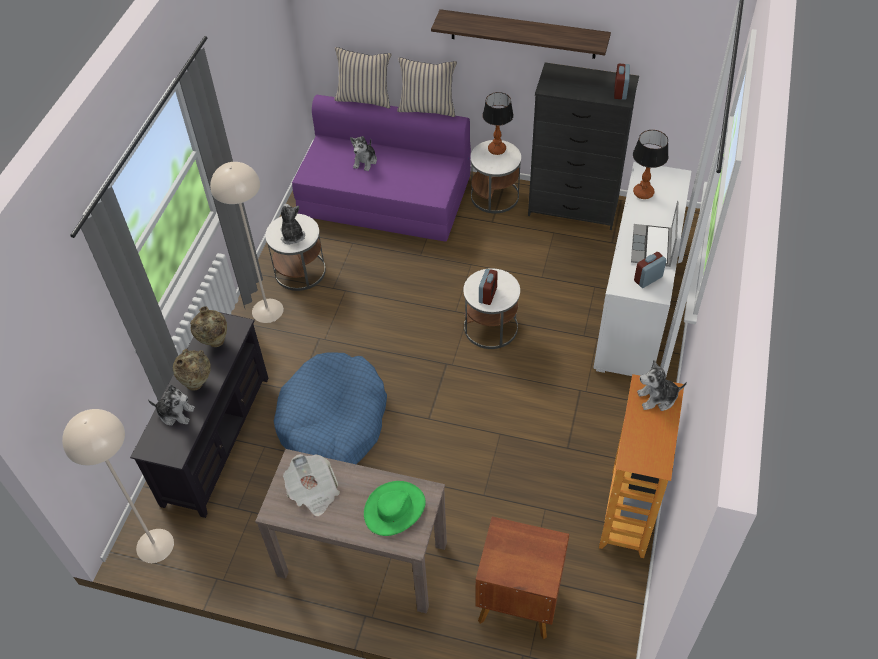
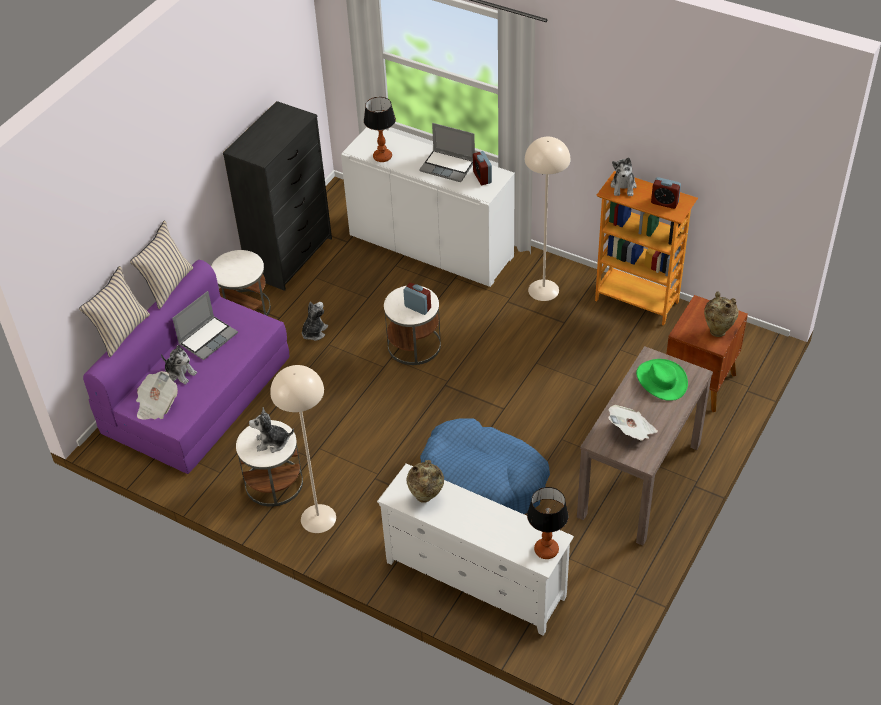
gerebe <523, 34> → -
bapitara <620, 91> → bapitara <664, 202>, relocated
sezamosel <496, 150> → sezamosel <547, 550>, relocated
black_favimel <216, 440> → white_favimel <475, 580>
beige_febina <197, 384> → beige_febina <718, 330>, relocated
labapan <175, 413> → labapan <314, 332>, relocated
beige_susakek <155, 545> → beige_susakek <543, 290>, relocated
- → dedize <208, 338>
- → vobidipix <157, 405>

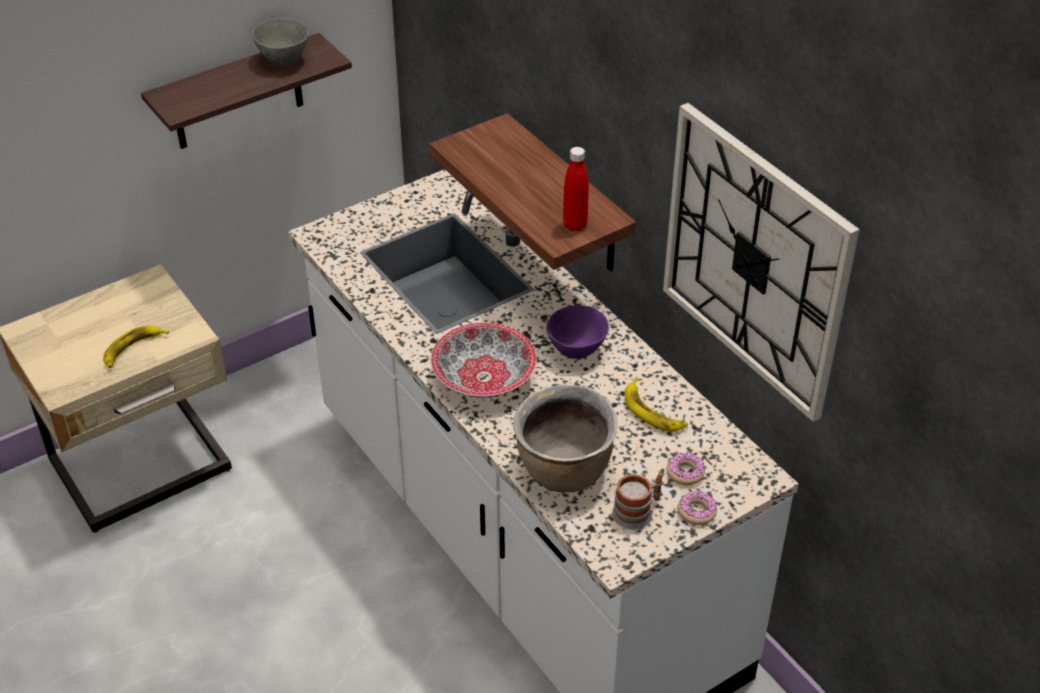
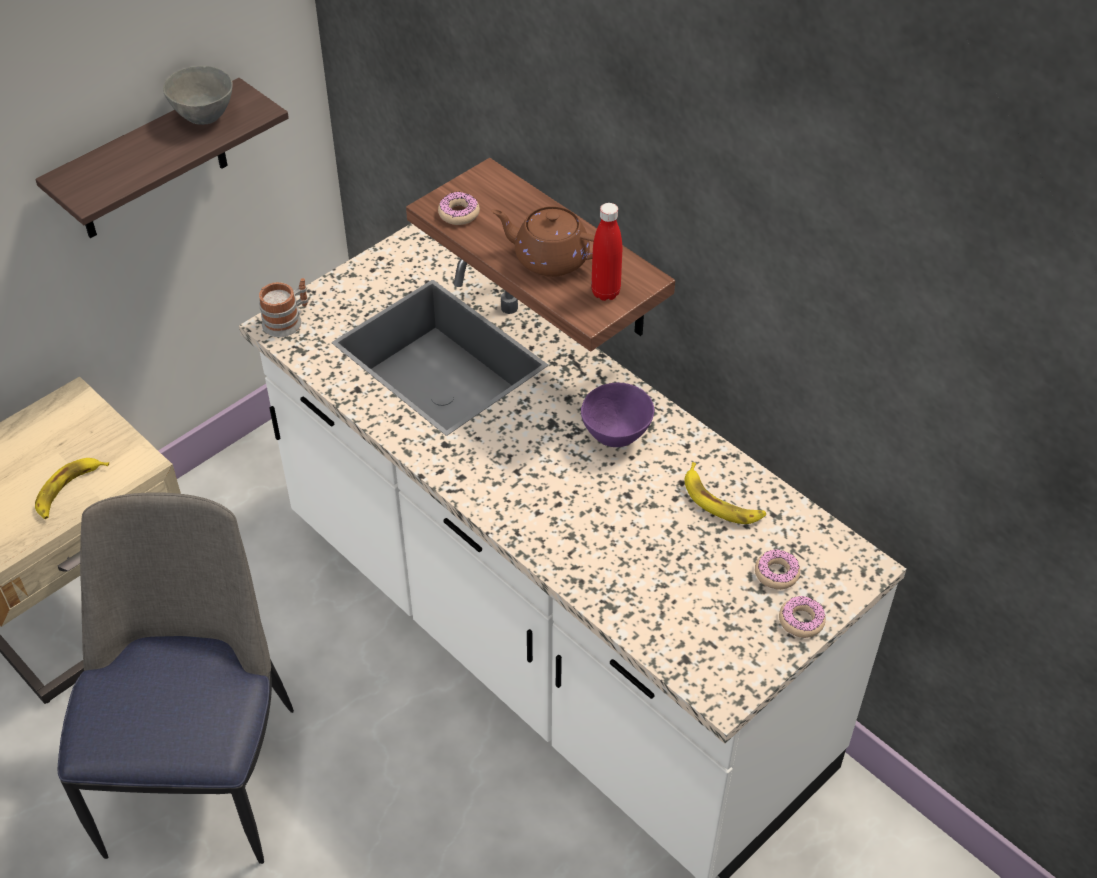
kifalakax <755, 261> → -
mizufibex <484, 378> → -
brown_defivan <564, 472> → -
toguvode <638, 511> → toguvode <287, 320>, relocated
- → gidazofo <459, 214>
- → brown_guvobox <549, 258>
- → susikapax <202, 774>

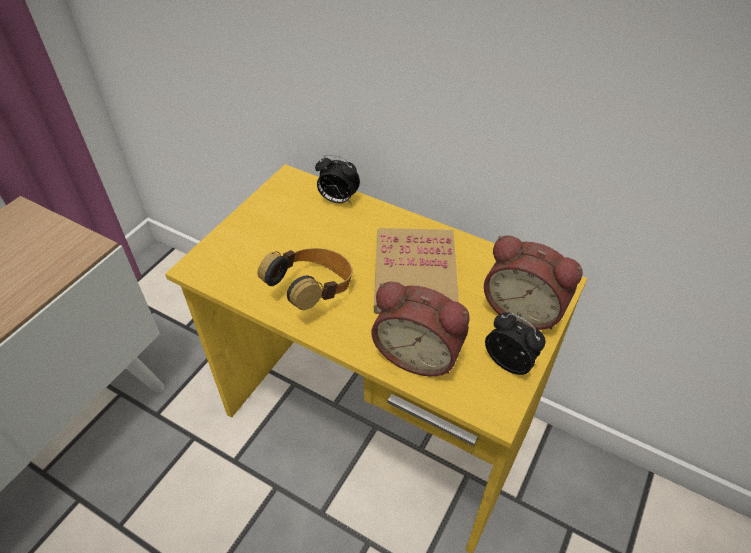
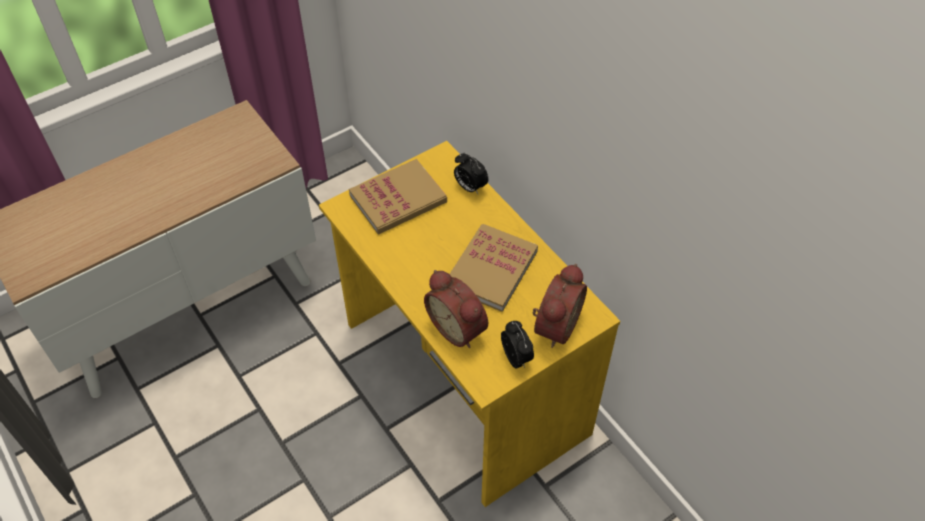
bapitara <524, 308> → bapitara <554, 325>, 120 degrees counterclockwise
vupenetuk <313, 291> → -
- → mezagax <398, 199>

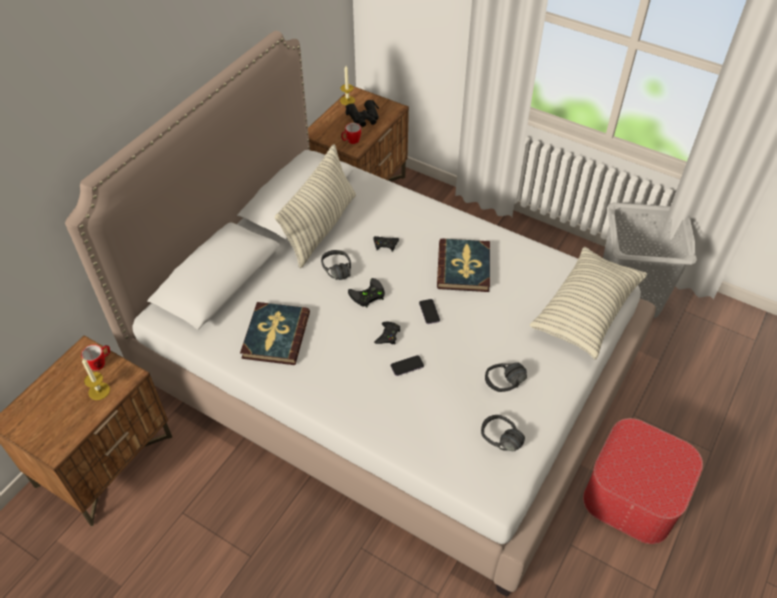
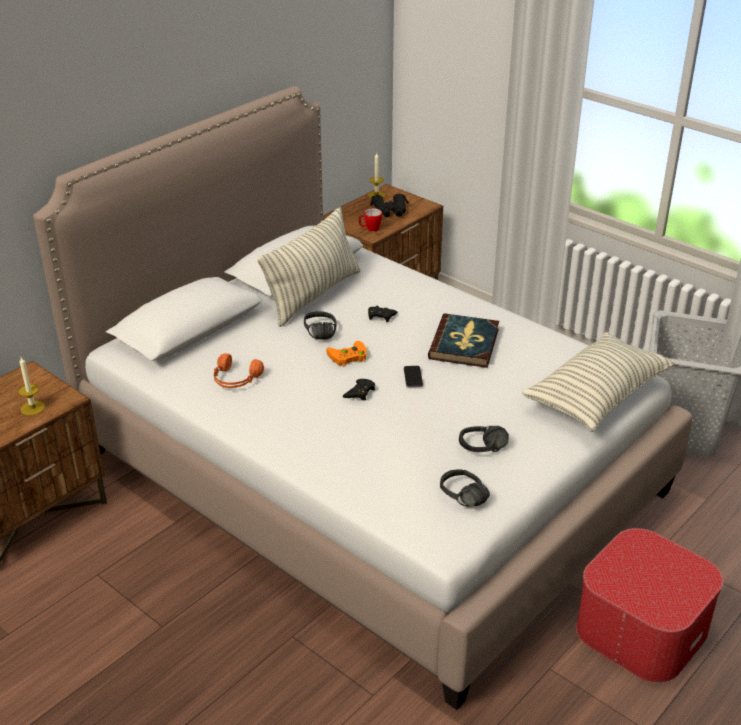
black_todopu <367, 296> → orange_todopu <347, 356>
mezagax <275, 335> → orange_vupenetuk <235, 380>
toguvode <100, 362> → -
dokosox <407, 366> → -

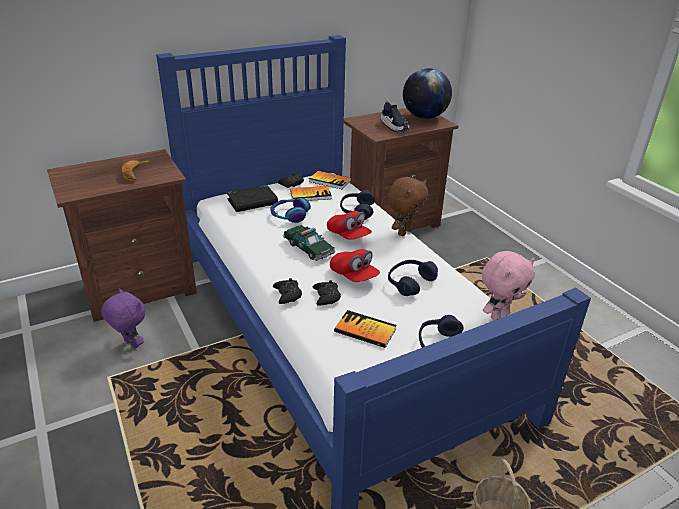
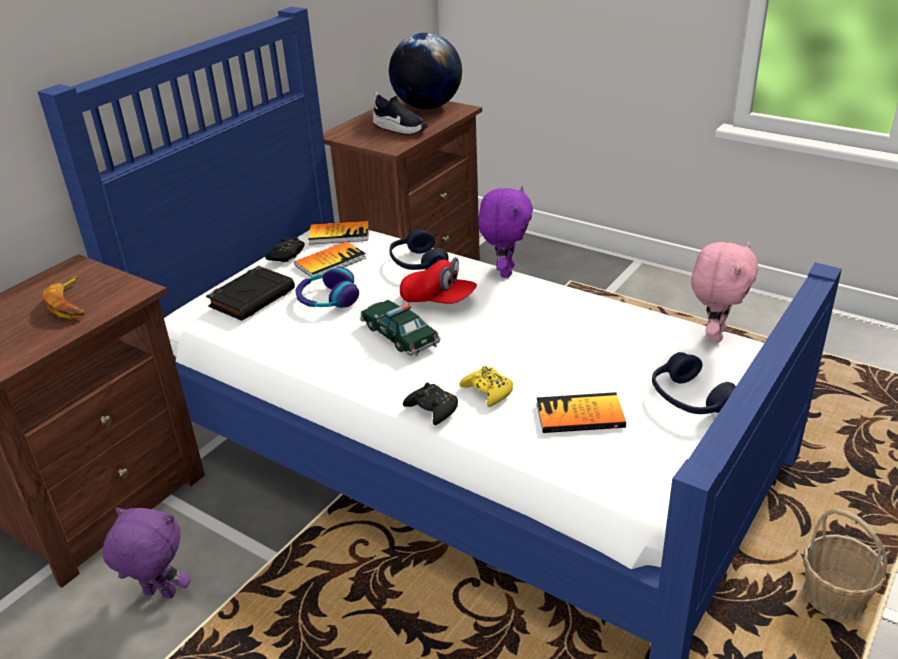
brown_labapan <404, 232> → purple_labapan <505, 271>
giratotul <308, 248> → giratotul <399, 335>, 150 degrees counterclockwise
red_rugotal <354, 276> → -
blue_vupenetuk <410, 282> → -
black_todopu <326, 296> → yellow_todopu <488, 391>

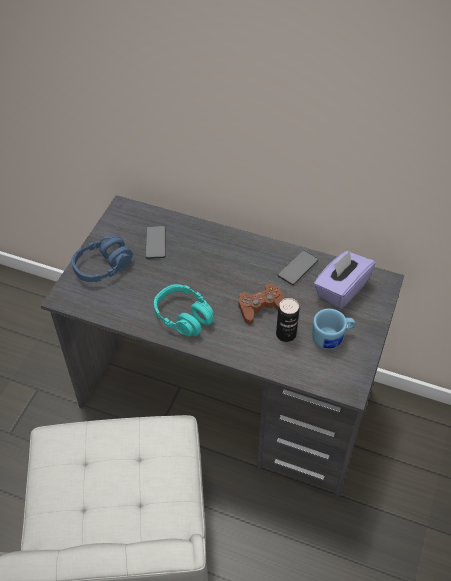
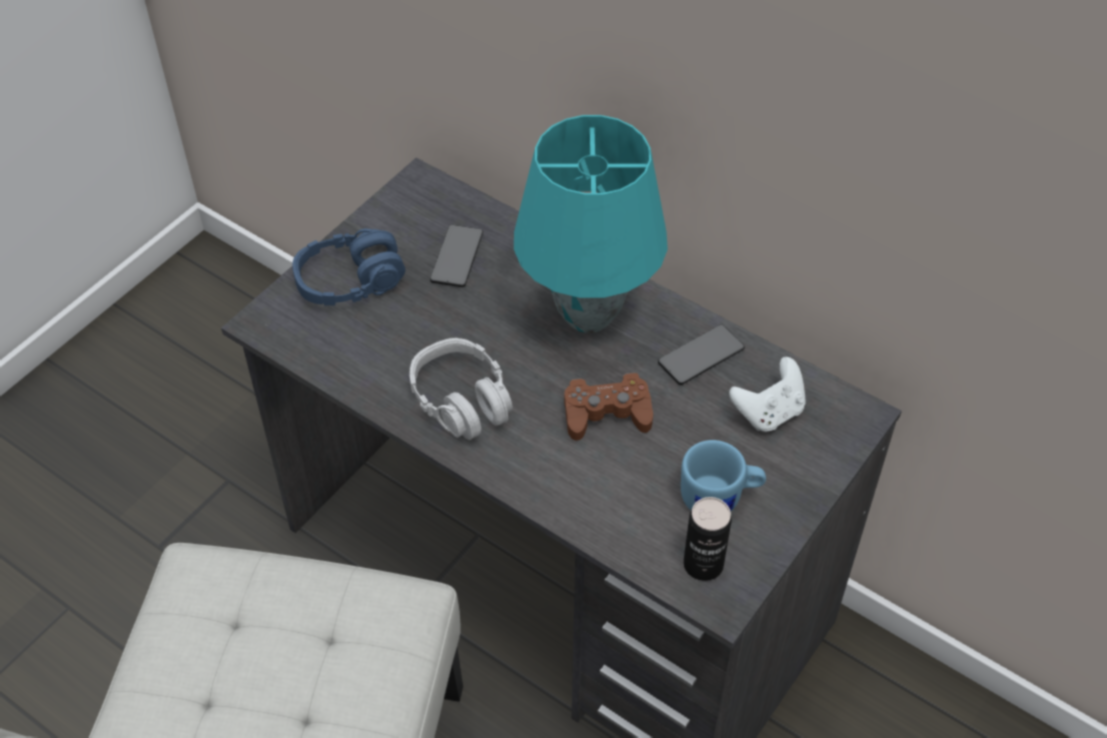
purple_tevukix <341, 289> → white_todopu <769, 412>
turquoise_vupenetuk <184, 316> → grey_vupenetuk <462, 400>
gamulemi <286, 334> → gamulemi <703, 564>, relocated
- → turquoise_sezamosel <586, 315>

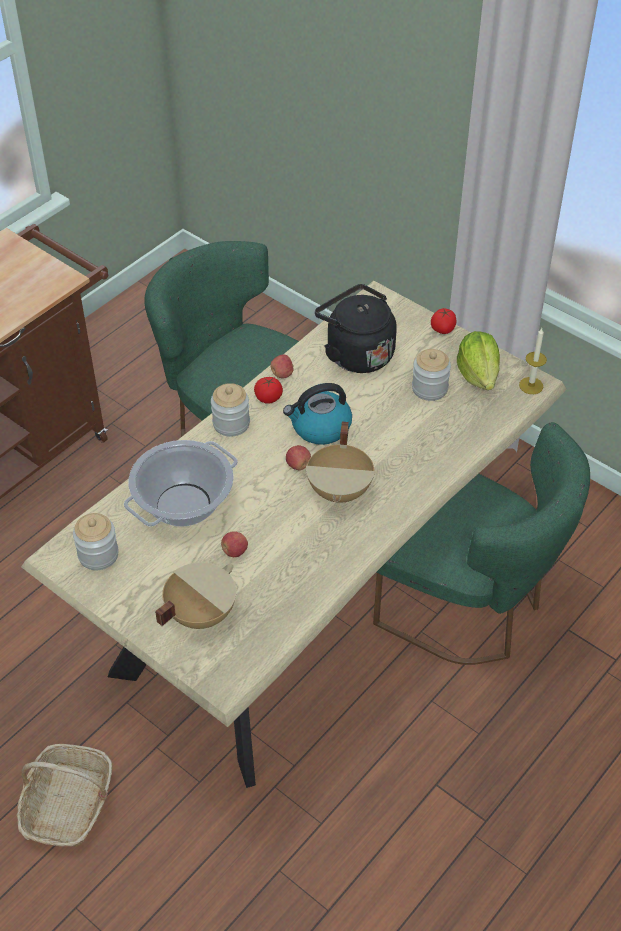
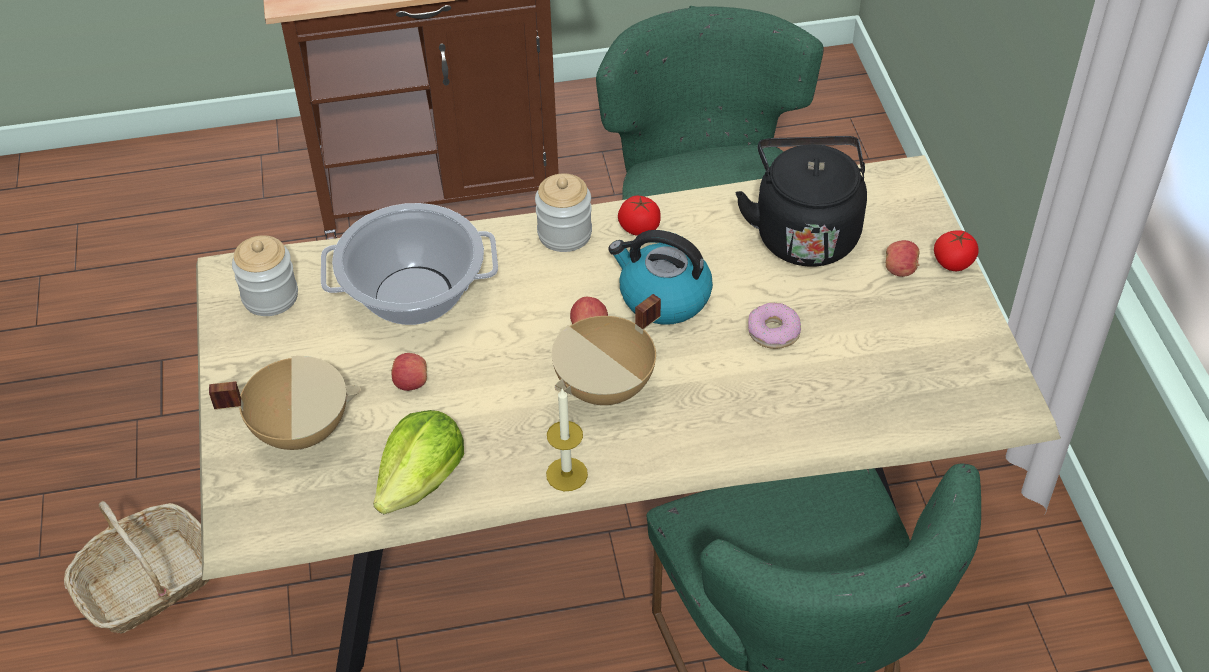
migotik <531, 385> → migotik <567, 474>, relocated
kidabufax <478, 375> → kidabufax <423, 482>, relocated
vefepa <429, 388> → -
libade <282, 374> → libade <900, 270>, relocated
- → gidazofo <773, 332>

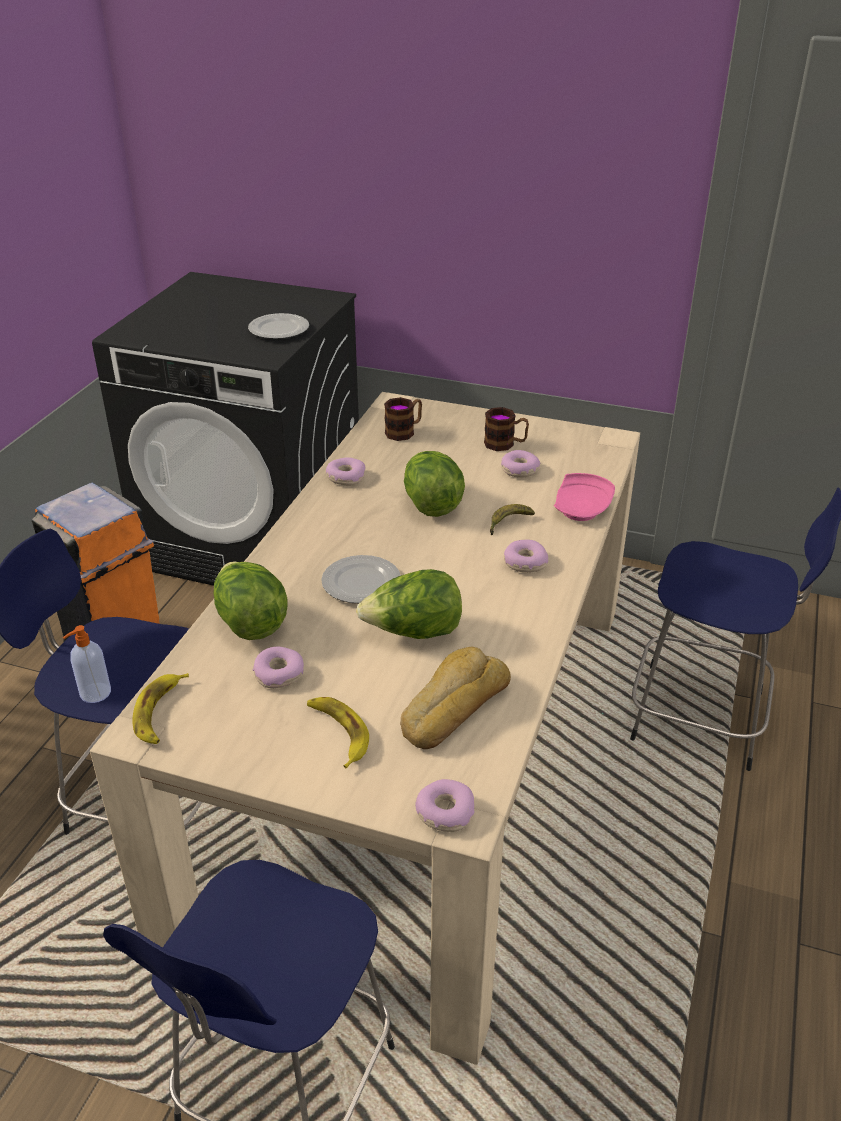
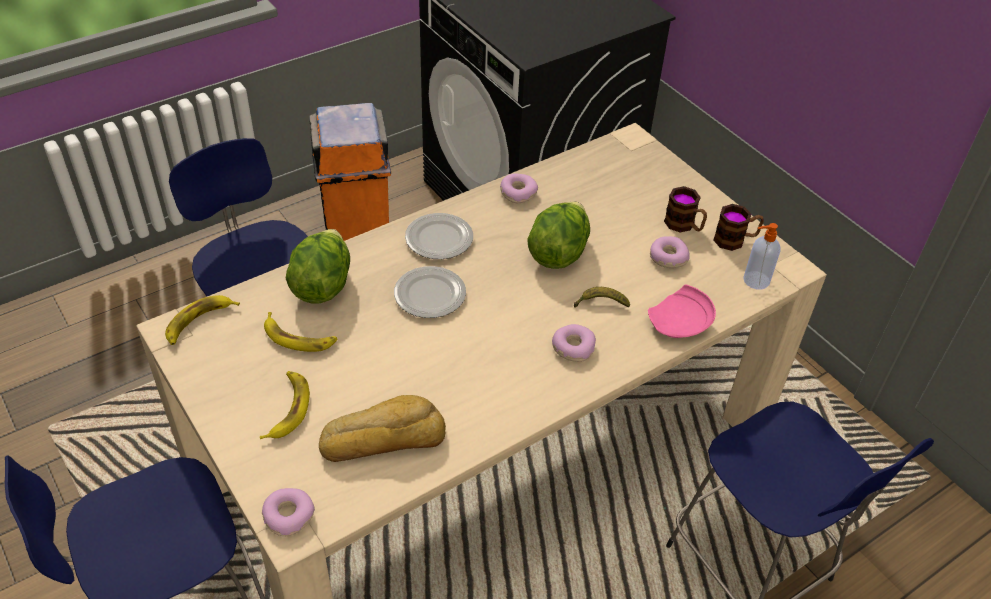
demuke <279, 330> → demuke <439, 240>, relocated
toguvode <404, 431> → toguvode <735, 240>, relocated
kidabufax <413, 633> → -
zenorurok <94, 693> → zenorurok <755, 280>, relocated
gidazofo <279, 674> → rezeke <299, 338>

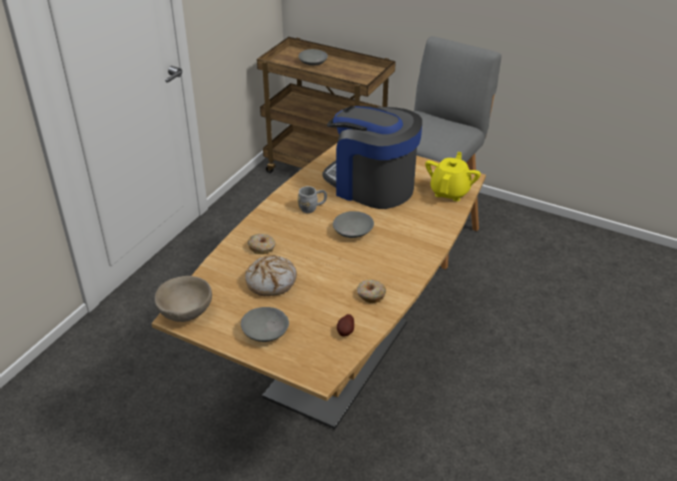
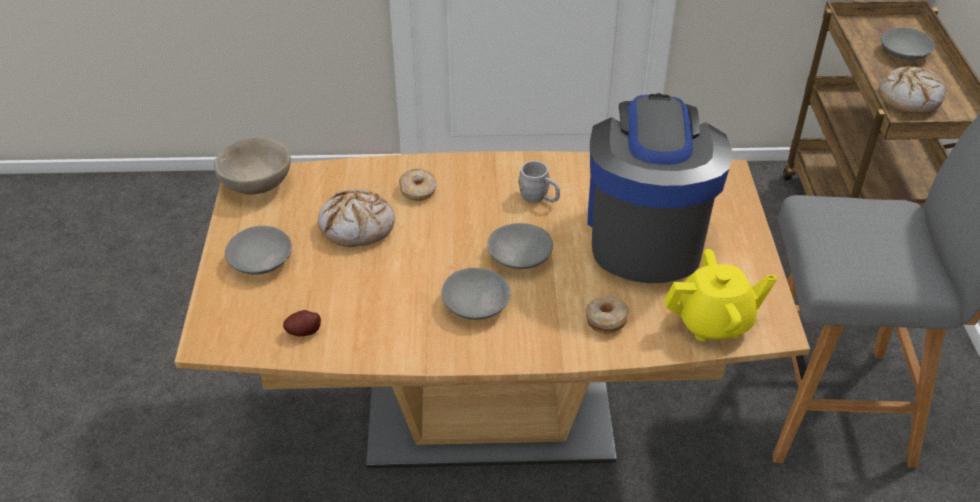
gidazofo <370, 295> → gidazofo <606, 319>, relocated
- → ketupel <910, 98>
- → grey_mizufibex <476, 304>

